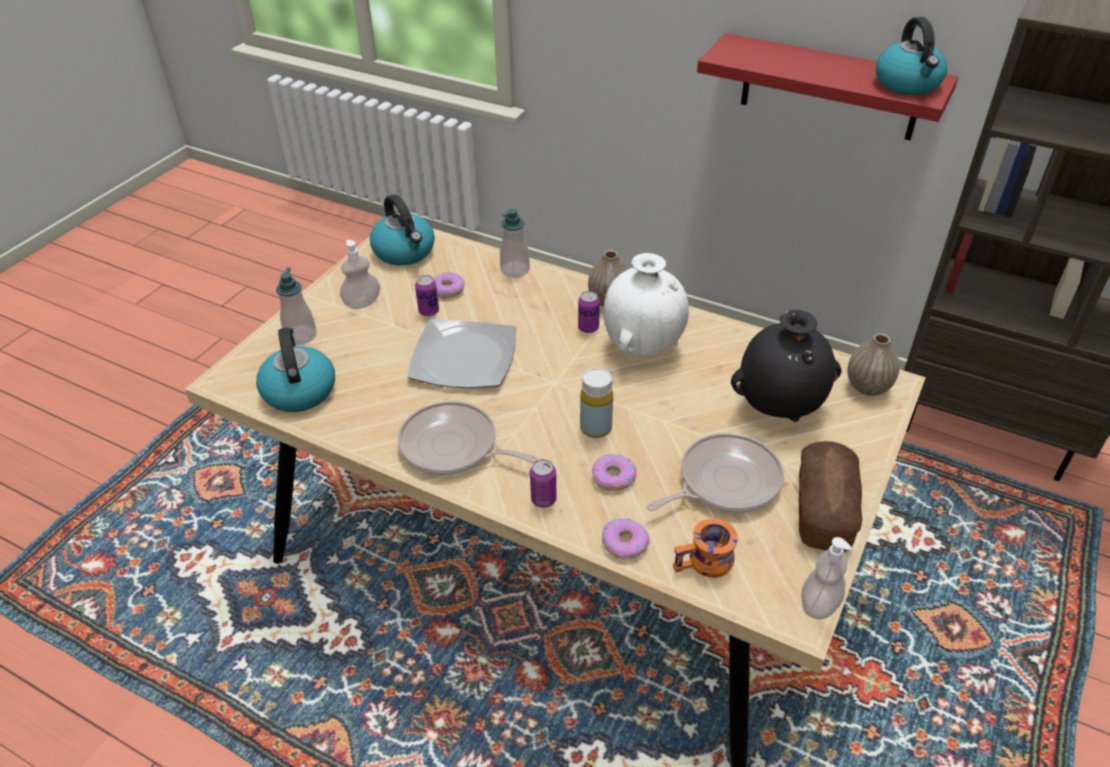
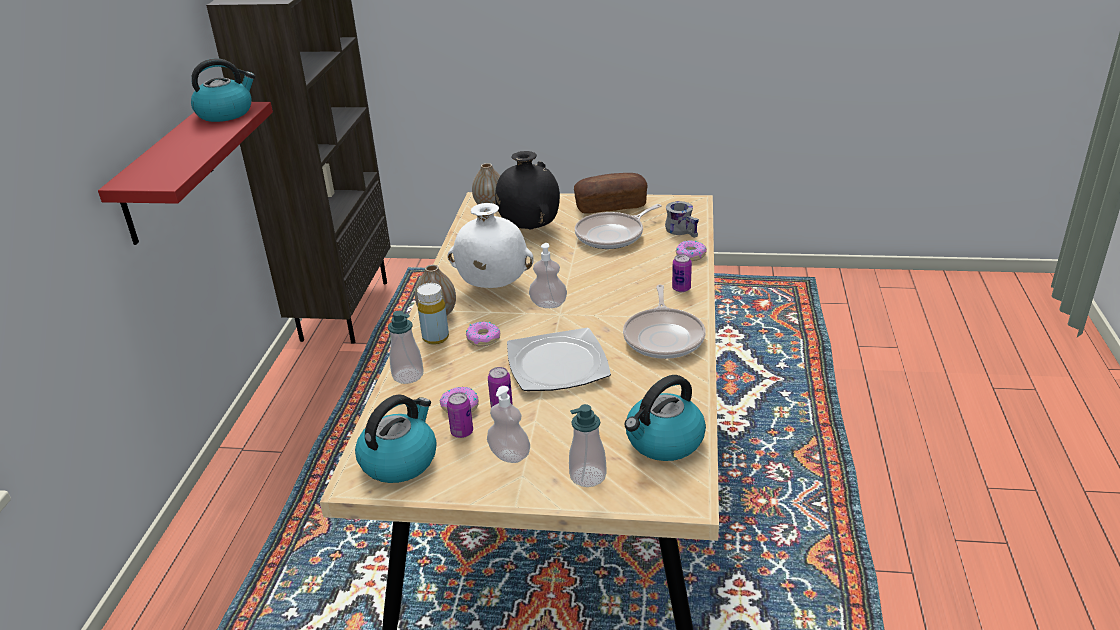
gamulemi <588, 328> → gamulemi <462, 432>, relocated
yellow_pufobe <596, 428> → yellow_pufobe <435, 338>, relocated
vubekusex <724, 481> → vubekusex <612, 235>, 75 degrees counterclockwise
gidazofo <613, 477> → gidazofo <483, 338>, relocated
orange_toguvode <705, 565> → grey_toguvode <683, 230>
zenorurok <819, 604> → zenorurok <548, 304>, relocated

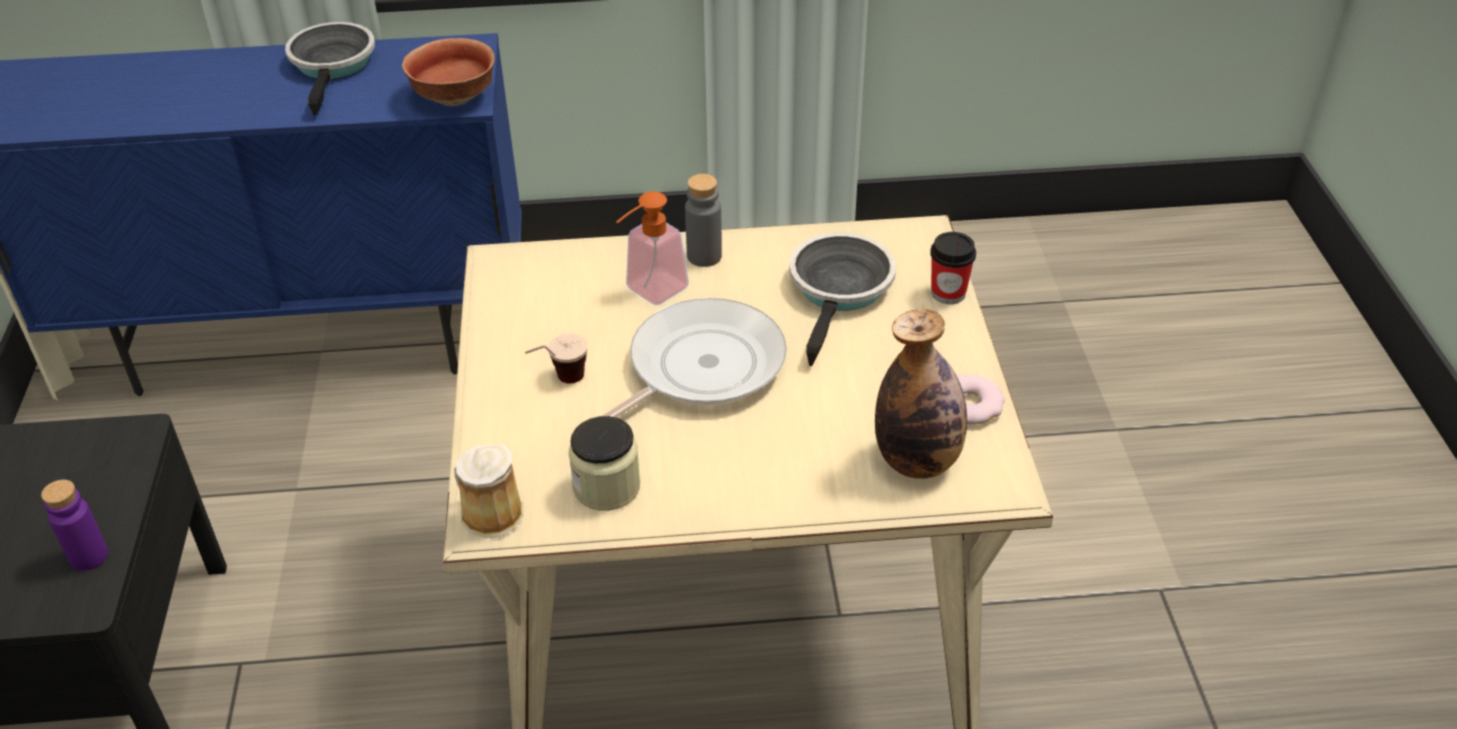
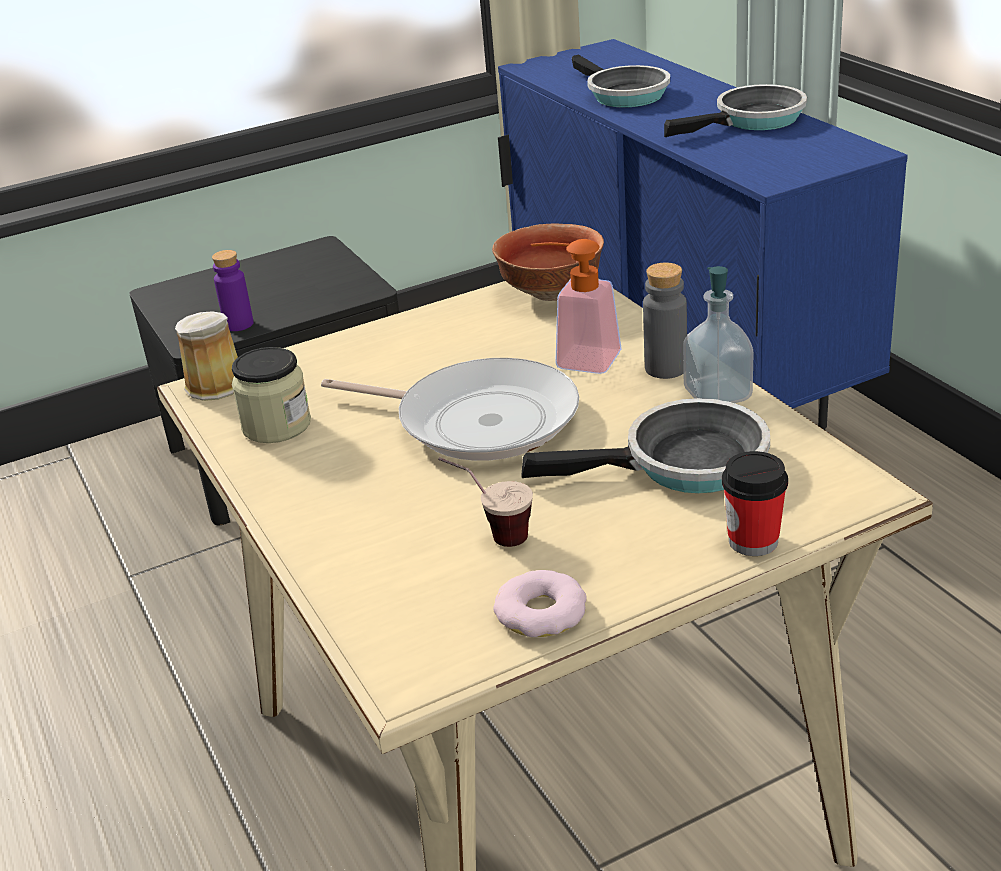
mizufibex <453, 98> → mizufibex <549, 292>, relocated
pufobe <917, 461> → -
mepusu <559, 383> → mepusu <490, 534>, relocated
- → vubekusex <623, 94>
- → zenorurok <717, 395>

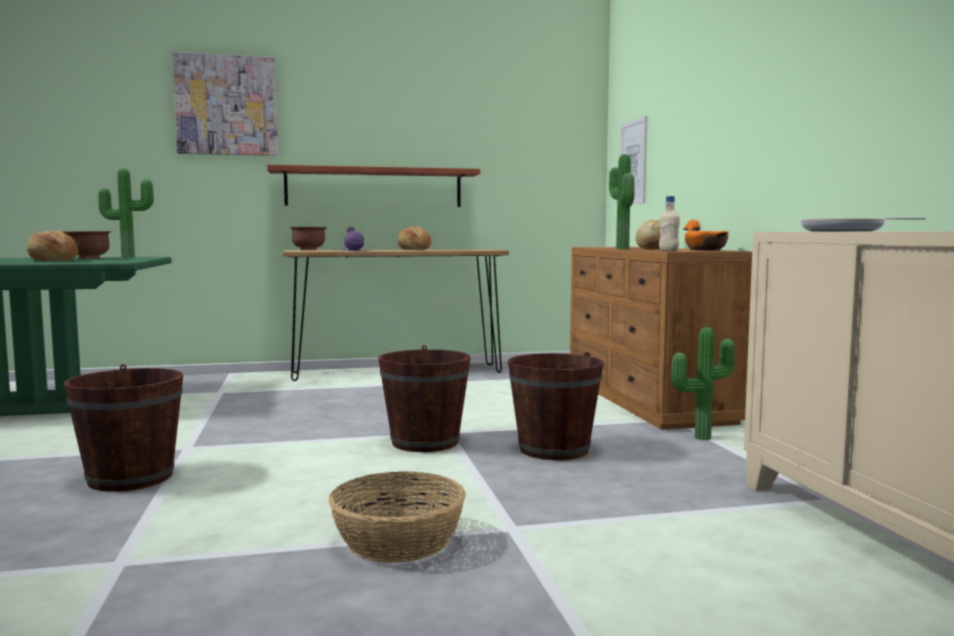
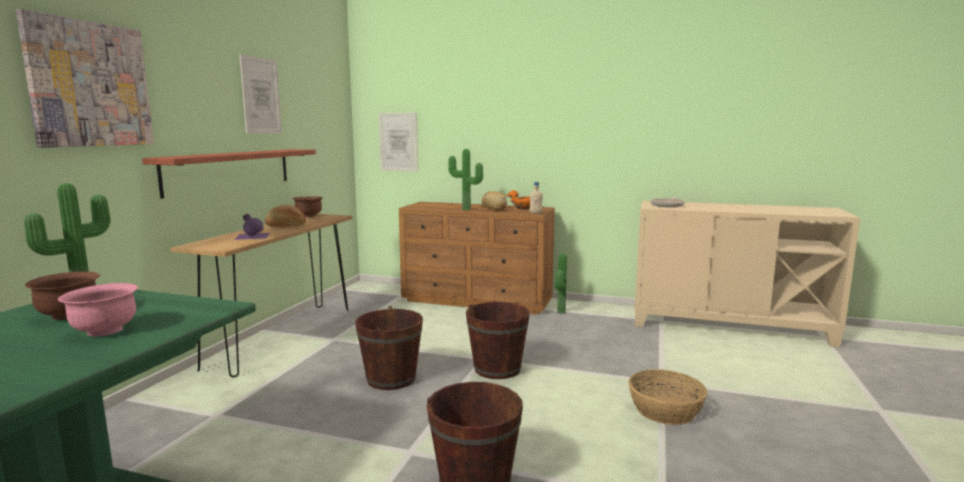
brown_mizufibex <309, 250> → brown_mizufibex <309, 216>, relocated
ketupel <53, 260> → pink_mizufibex <104, 331>
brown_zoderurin <554, 449> → brown_zoderurin <391, 379>, relocated
- → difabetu <261, 96>

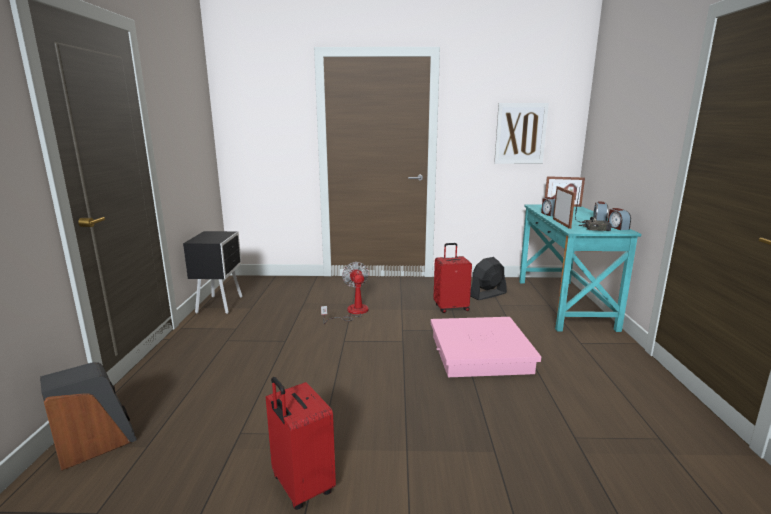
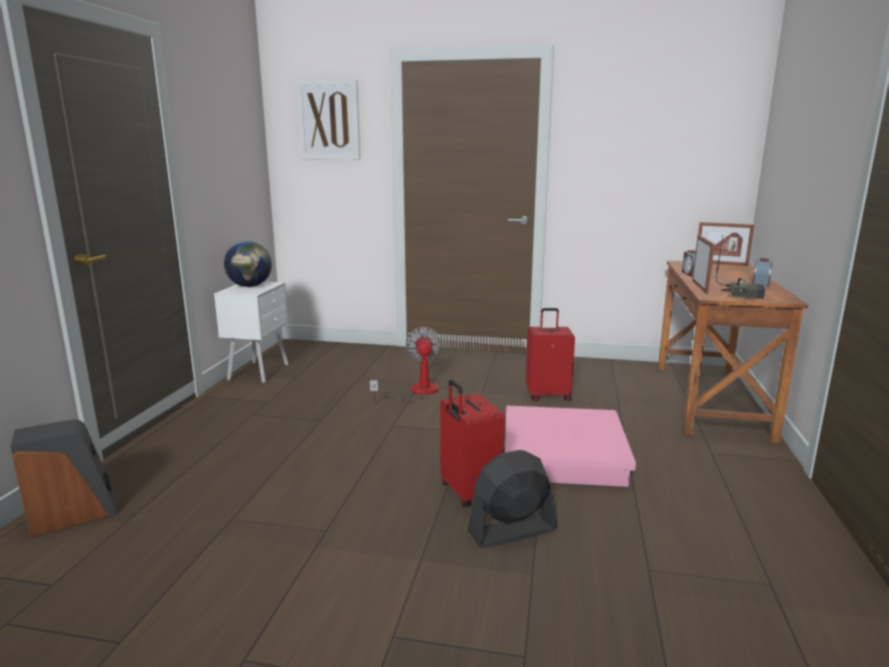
difabetu <520, 133> → difabetu <329, 120>, relocated
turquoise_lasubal <564, 303> → brown_lasubal <710, 400>
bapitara <617, 227> → -
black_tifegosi <221, 304> → white_tifegosi <260, 372>
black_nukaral <487, 294> → black_nukaral <512, 531>, relocated
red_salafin <301, 487> → red_salafin <468, 493>, relocated
- → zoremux <250, 286>

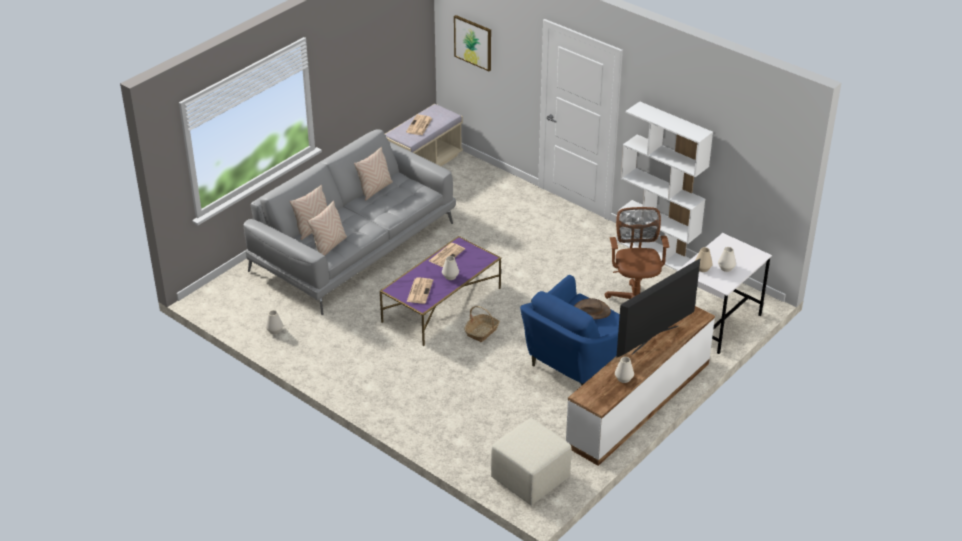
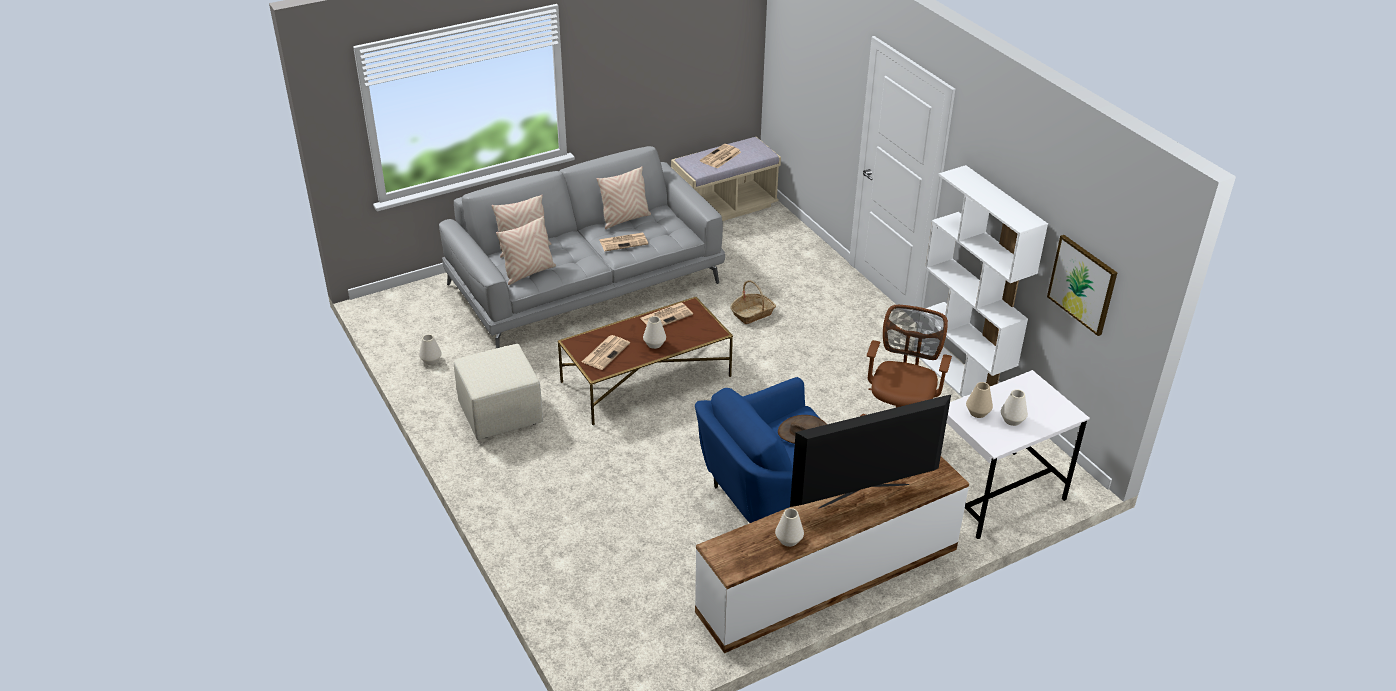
difabetu <473, 42> → difabetu <1082, 284>, relocated
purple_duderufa <441, 304> → brown_duderufa <646, 379>
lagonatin <482, 331> → lagonatin <752, 314>, relocated
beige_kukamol <530, 479> → beige_kukamol <499, 414>, relocated
- → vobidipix <624, 242>

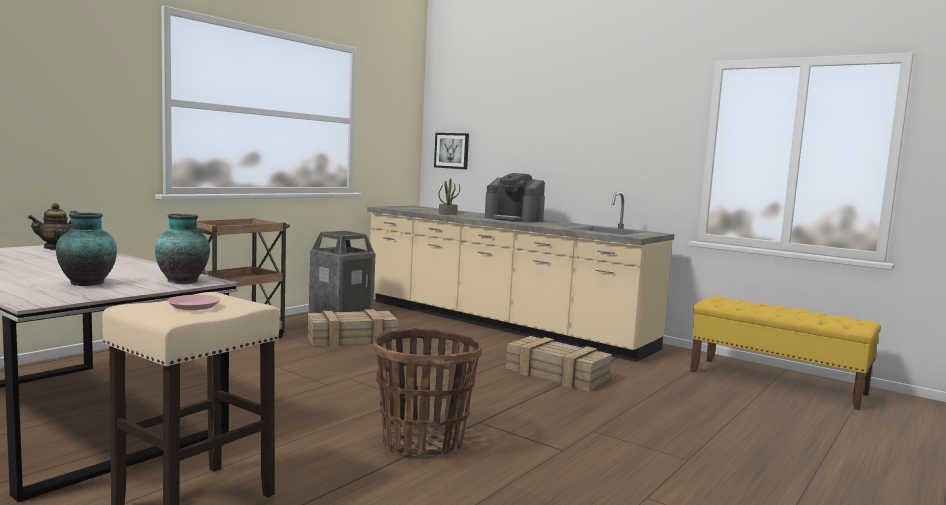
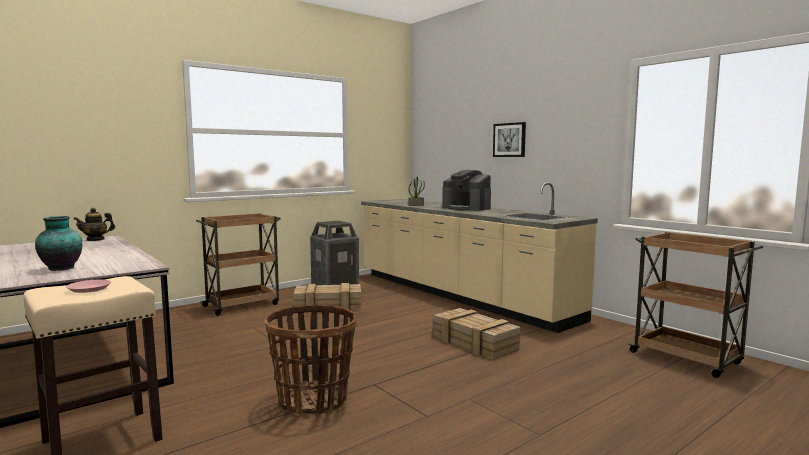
difabetu <452, 150> → difabetu <509, 140>, relocated
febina <183, 281> → -
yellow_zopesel <776, 383> → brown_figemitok <687, 358>

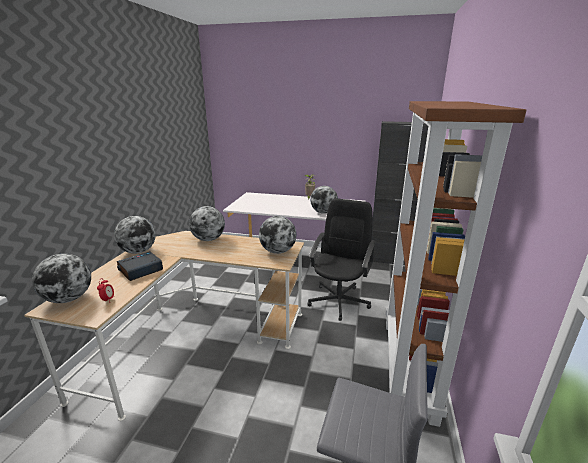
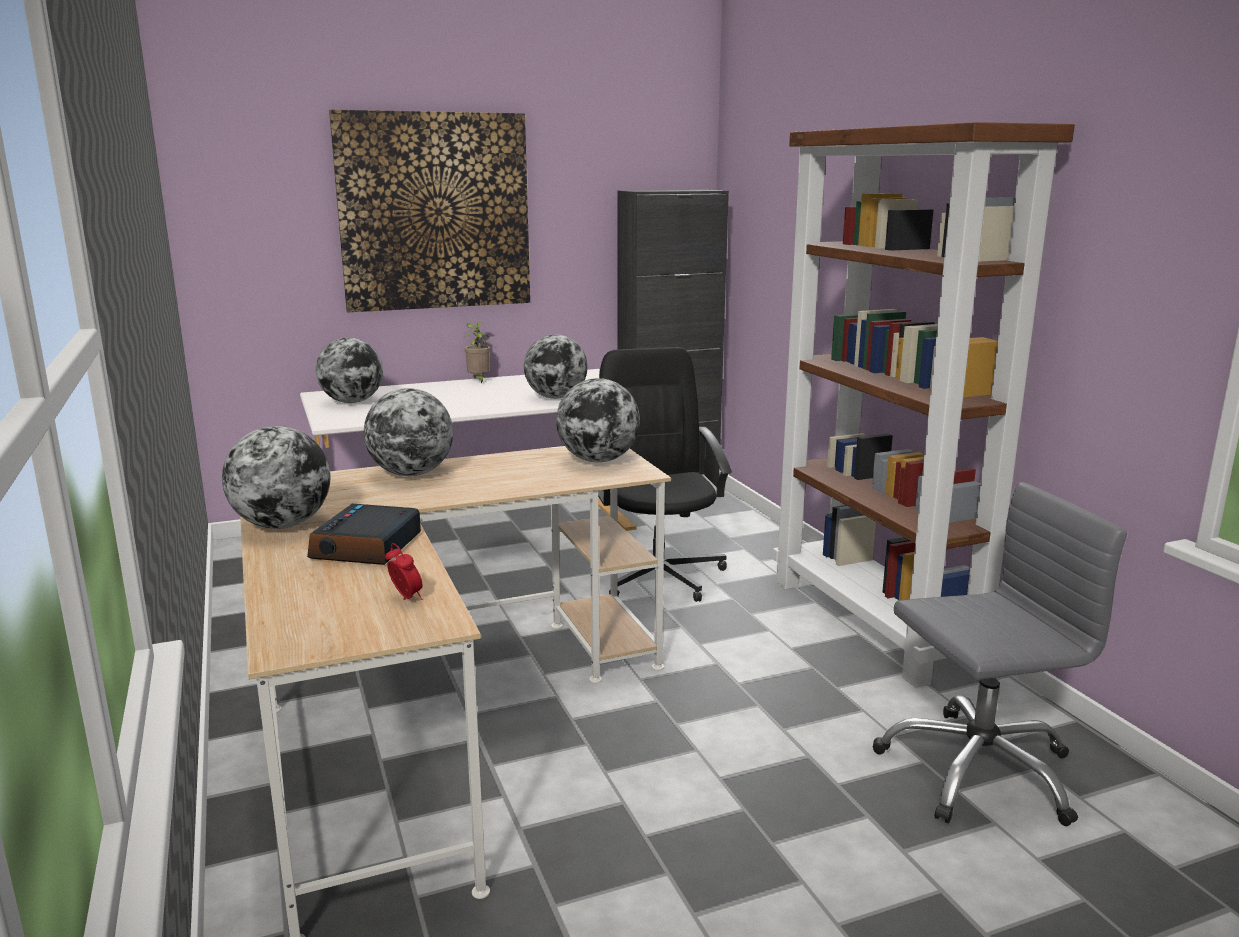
zoremux <69, 299> → zoremux <352, 402>, relocated
- → difabetu <435, 212>

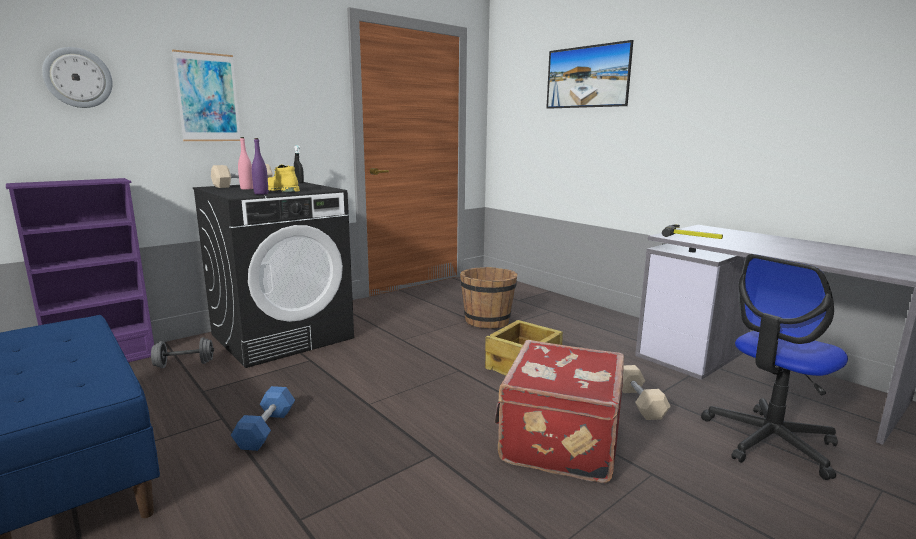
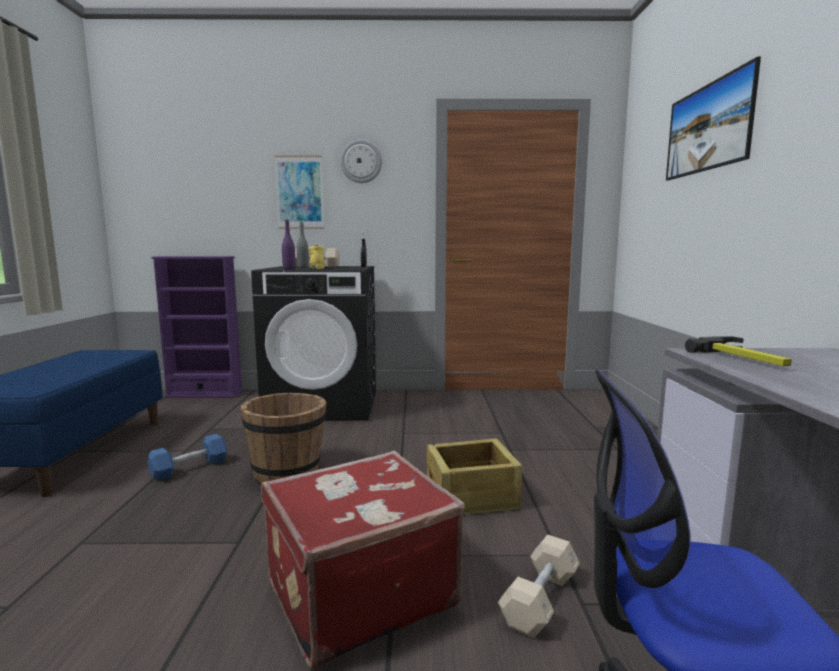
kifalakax <78, 78> → kifalakax <361, 161>, relocated
pink_pufobe <247, 188> → grey_pufobe <303, 267>
brown_zoderurin <487, 321> → brown_zoderurin <287, 471>, relocated
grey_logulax <184, 364> → -

